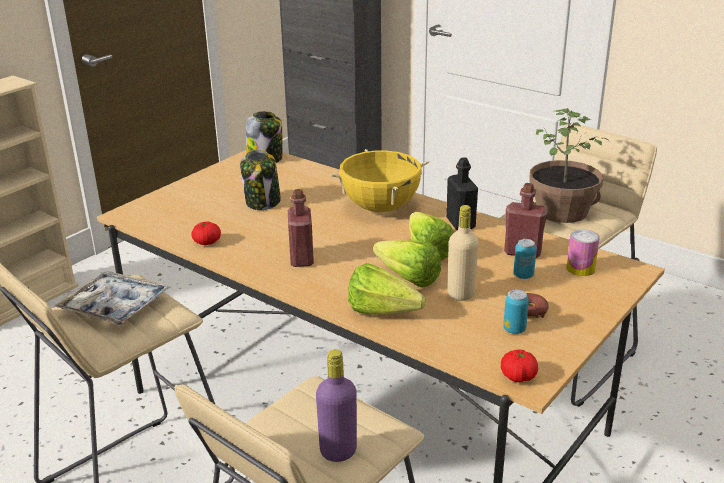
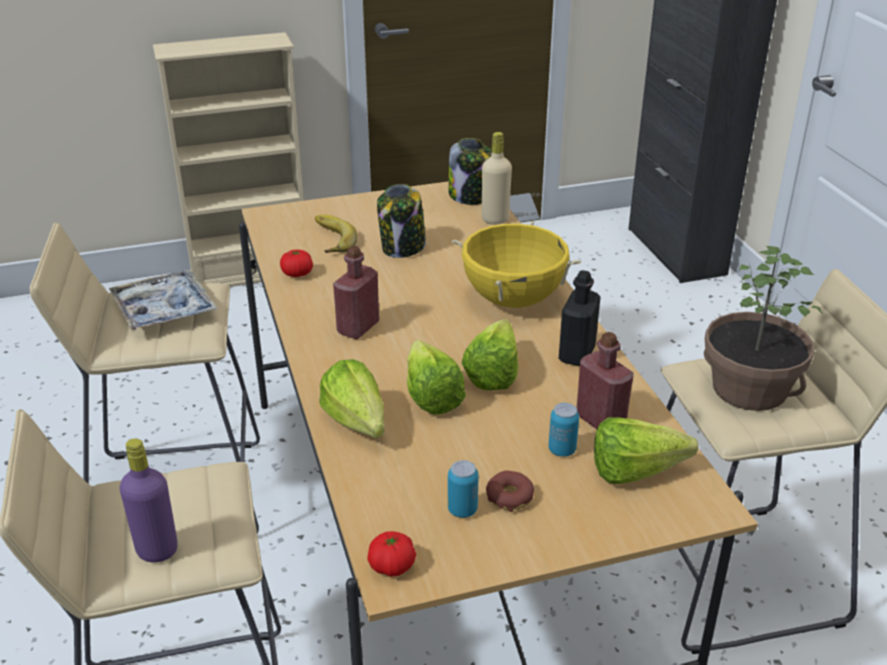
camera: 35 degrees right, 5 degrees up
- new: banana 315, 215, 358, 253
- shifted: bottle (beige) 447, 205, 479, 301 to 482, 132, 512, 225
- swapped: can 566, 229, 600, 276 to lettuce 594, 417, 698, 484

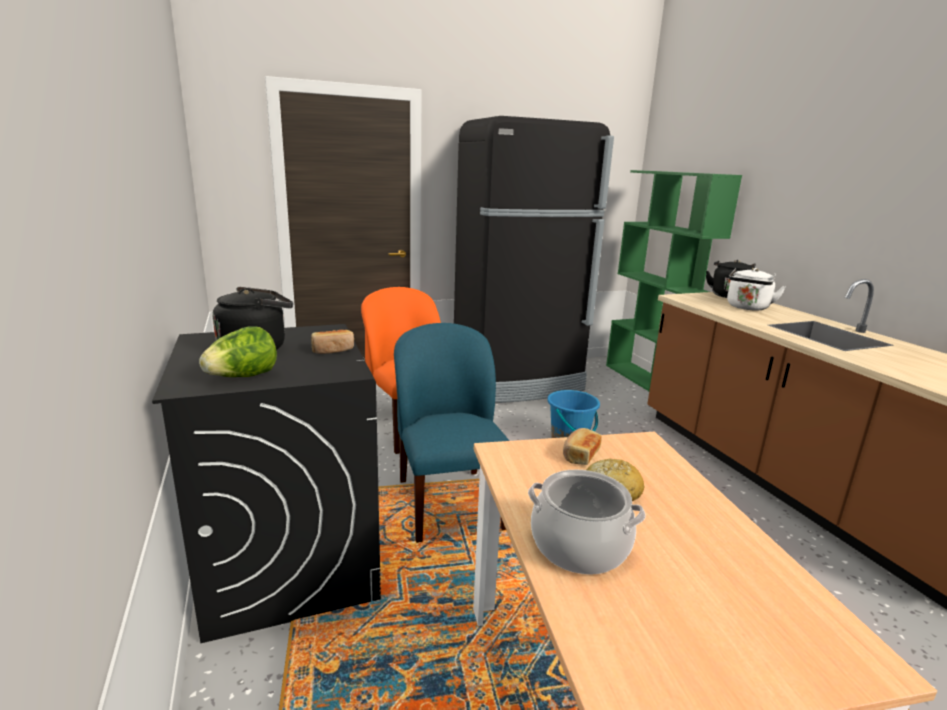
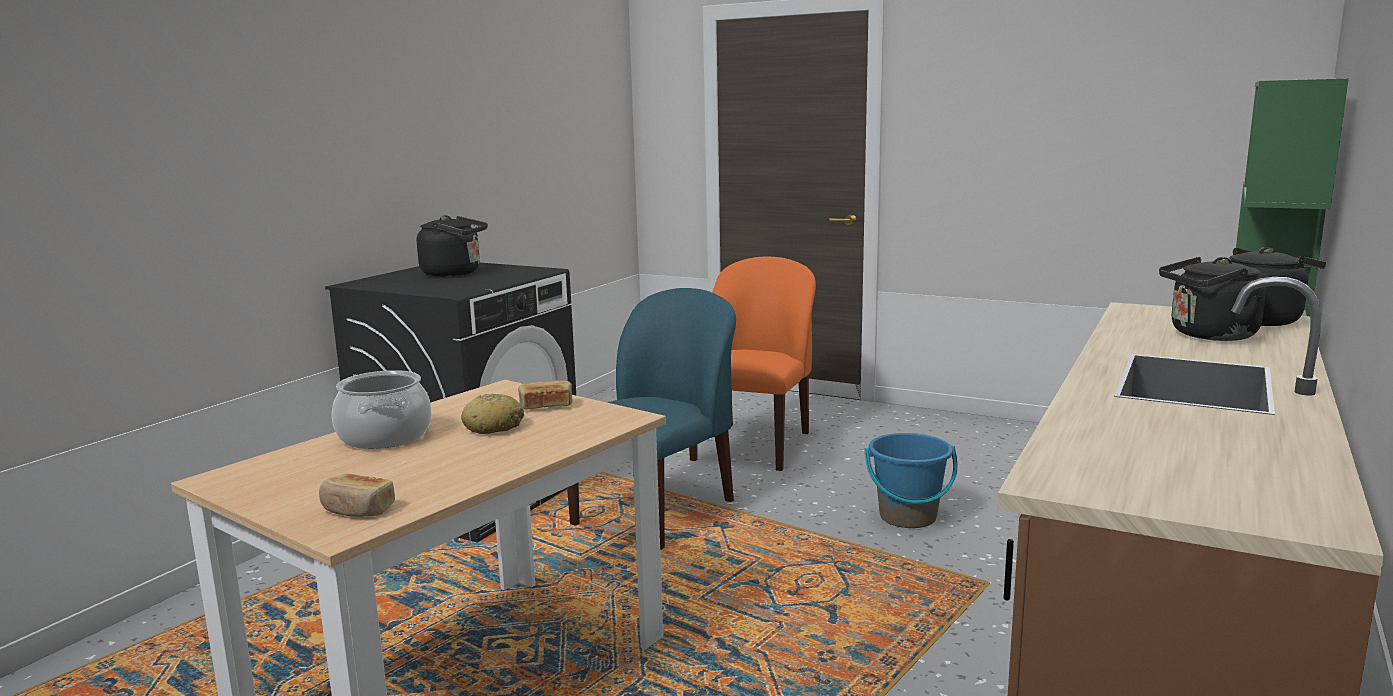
camera: 50 degrees right, 5 degrees down
- shifted: bread 311, 330, 354, 354 to 319, 473, 395, 517
- repainted: kettle (white) 727, 268, 785, 310 to kettle (black) 1159, 257, 1266, 341
- gone: lettuce 199, 326, 277, 377
- gone: fridge (black) 454, 116, 614, 403

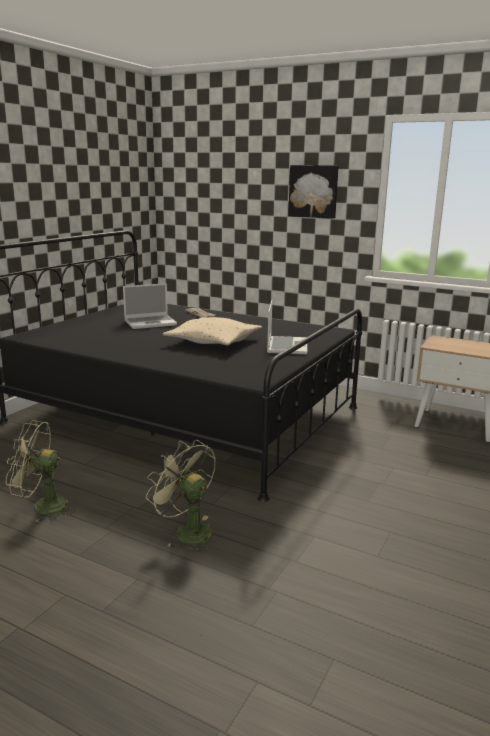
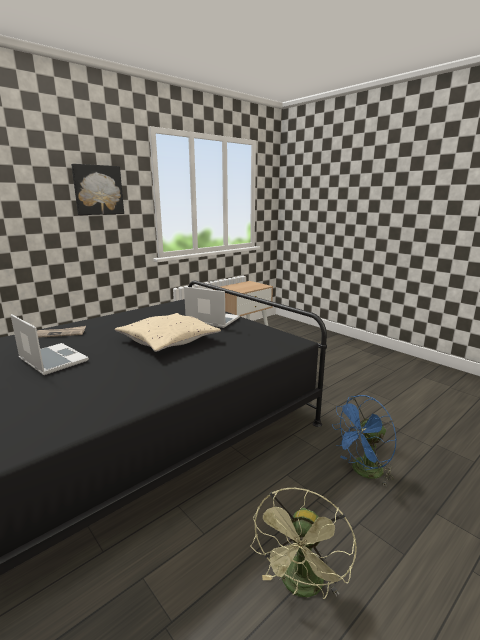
camera: 70 degrees left, 0 degrees up
- rotated: laptop 123, 283, 177, 329 = 11, 314, 89, 375 45 degrees counterclockwise
- repainted: fan (green) 146, 440, 216, 552 to fan (blue) 332, 395, 397, 485

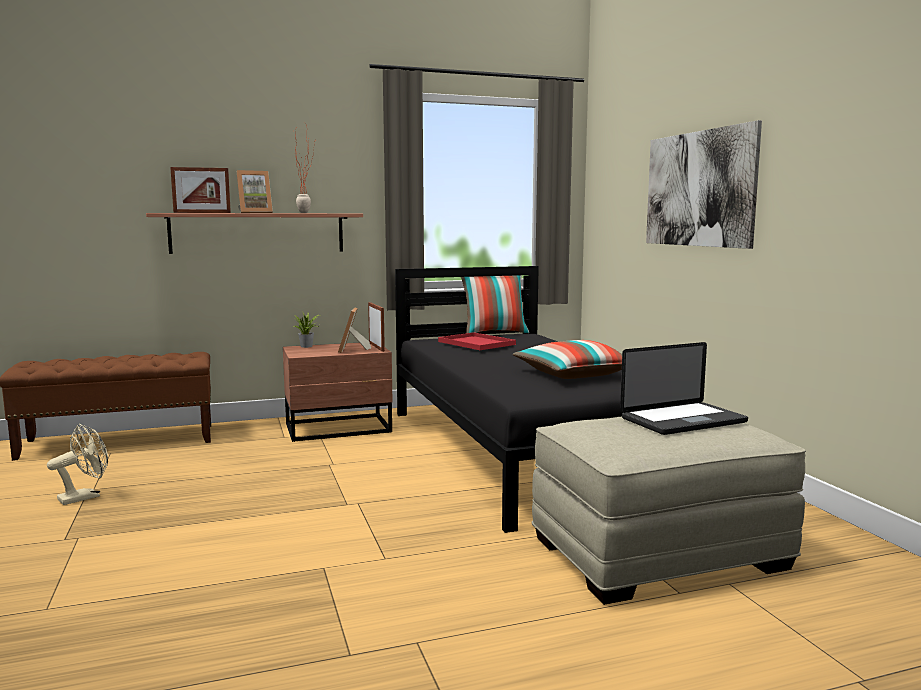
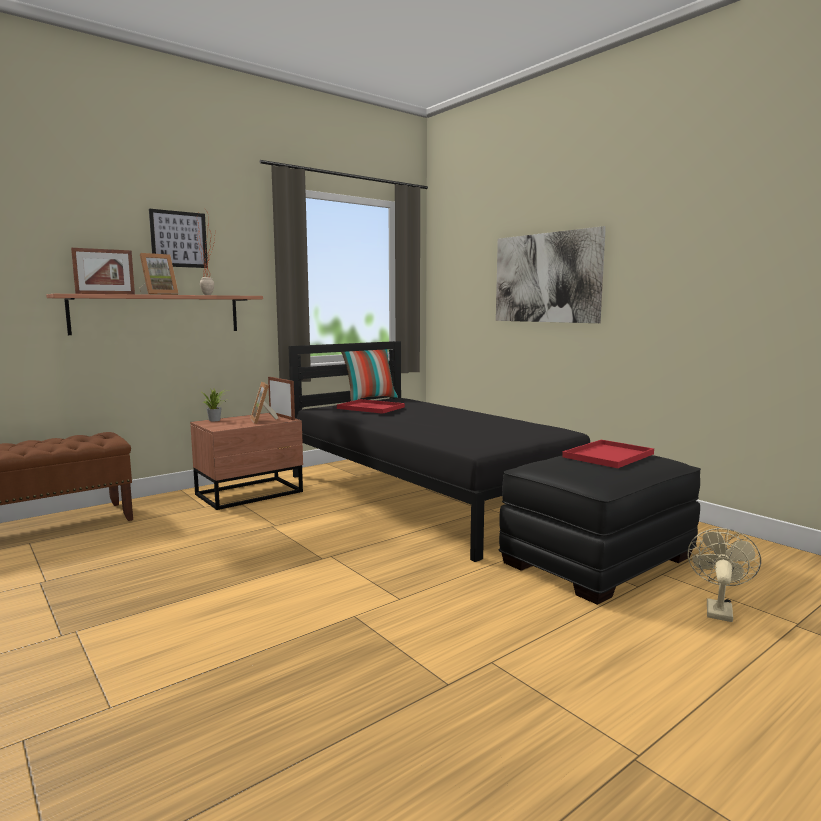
camera: 20 degrees left, 0 degrees up
- new: picture 149, 209, 208, 268
- repainted: ottoman (beige) 531, 417, 806, 605 to ottoman (black) 499, 455, 701, 605
- swapped: laptop 620, 342, 748, 435 to tray (red) 562, 440, 654, 468
- shifted: fan (beige) 47, 424, 108, 505 to 687, 528, 761, 622
- gone: pillow 513, 340, 622, 379

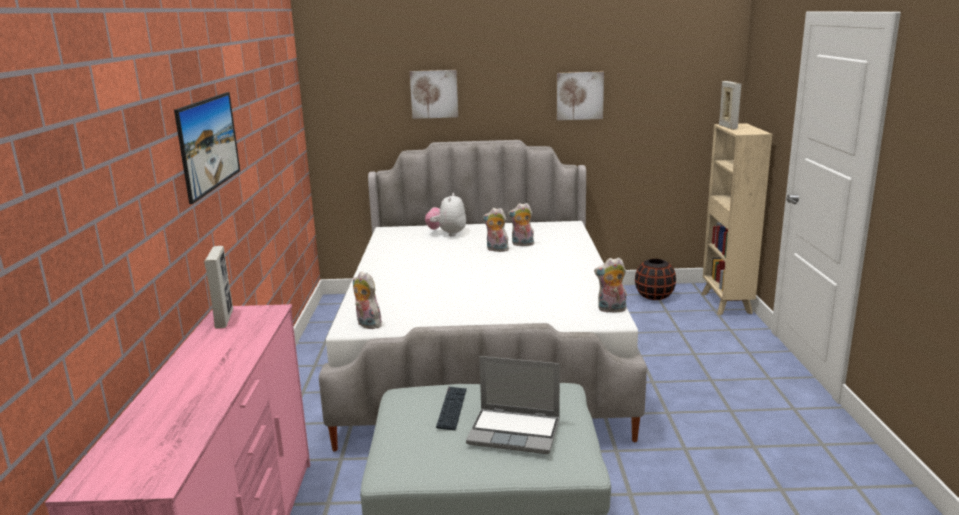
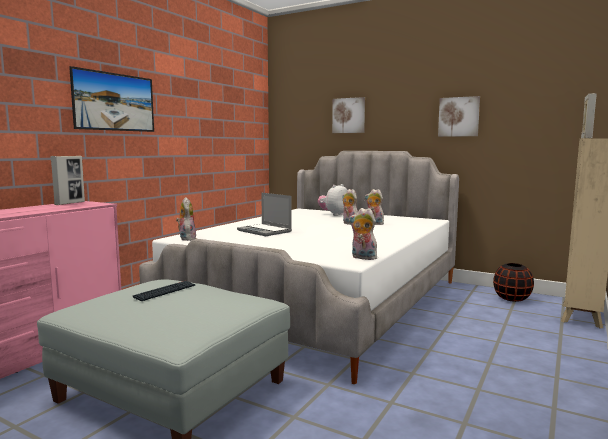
camera: 30 degrees right, 10 degrees down
- shifted: laptop 466, 356, 560, 454 to 237, 193, 292, 236

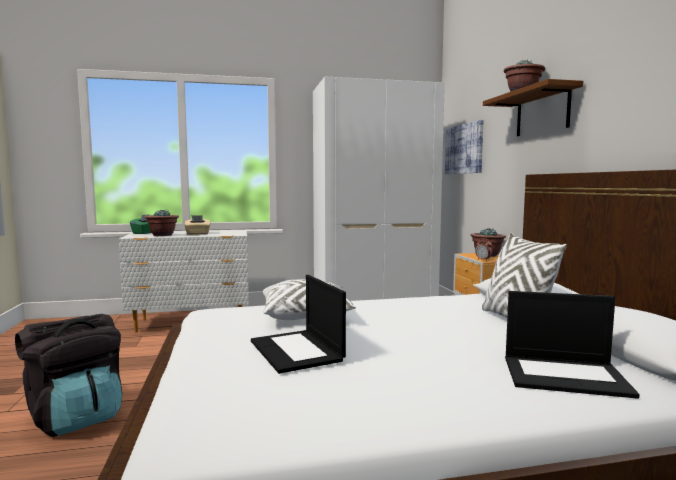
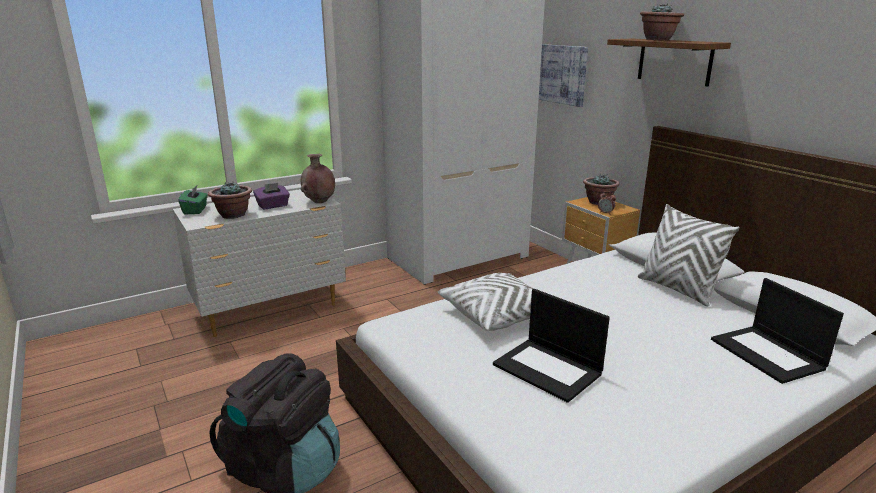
camera: 20 degrees left, 15 degrees up
- repainted: tissue box (beige) 184, 215, 211, 235 to tissue box (purple) 253, 183, 290, 210
- new: vase (brown) 301, 154, 335, 203
- rotated: laptop 505, 291, 640, 399 = 711, 278, 844, 384 75 degrees clockwise

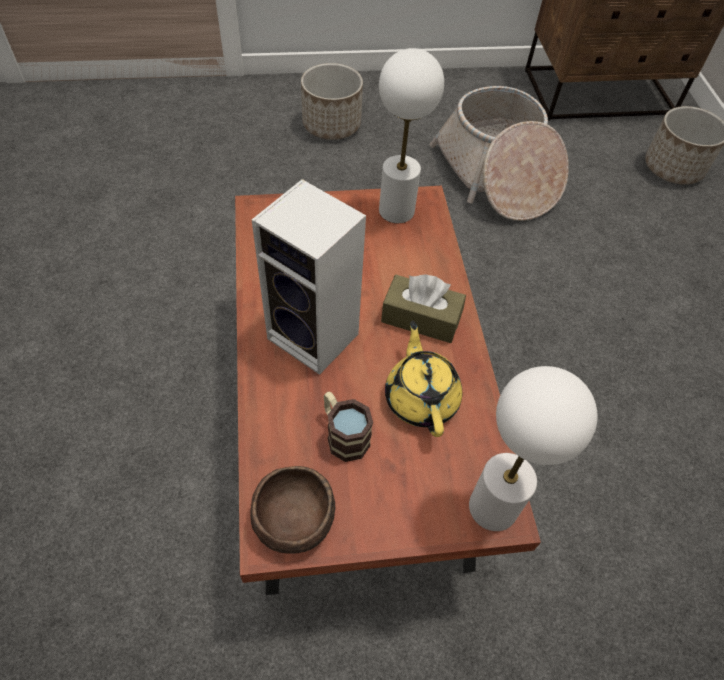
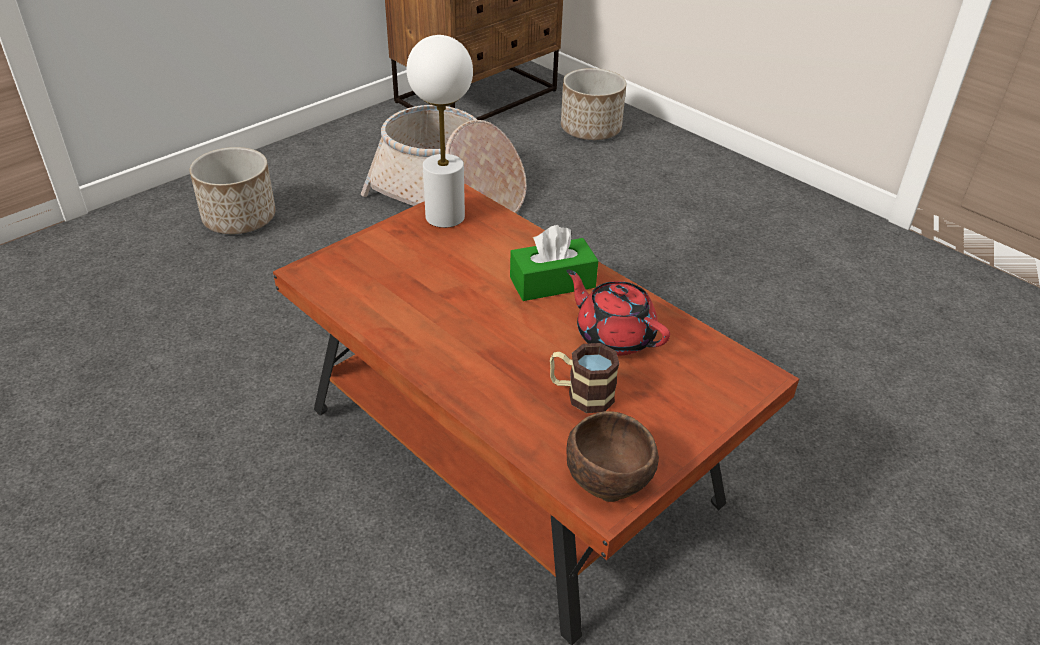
camera: 35 degrees left, 15 degrees down
- repainted: tissue box (brown) 381, 274, 466, 343 to tissue box (green) 510, 225, 598, 301
- repainted: teapot (yellow) 385, 321, 462, 437 to teapot (red) 566, 269, 670, 356
- gone: speaker 252, 179, 366, 375
- gone: table lamp (white) 469, 366, 597, 531

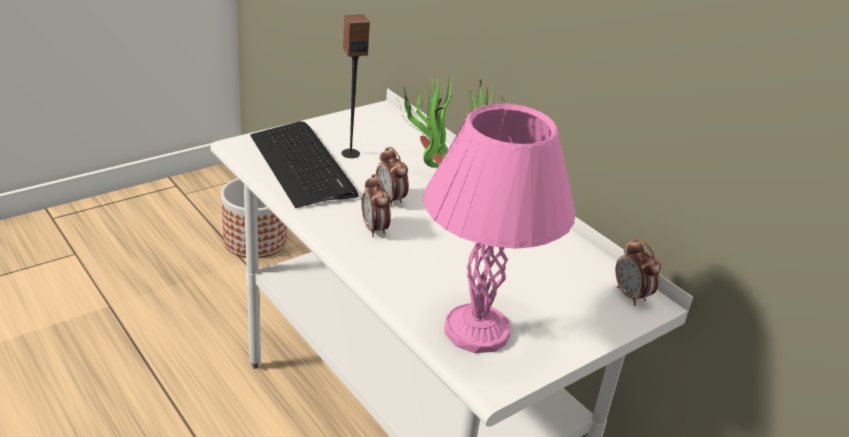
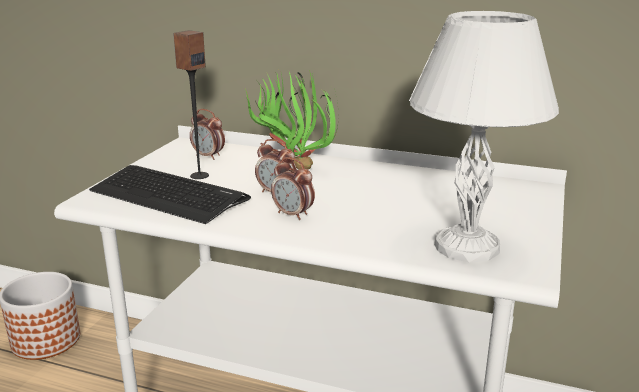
camera: 30 degrees left, 10 degrees down
- shifted: alarm clock 615, 239, 661, 305 to 190, 109, 225, 160
- repainted: table lamp (pink) 424, 103, 576, 353 to table lamp (white) 409, 11, 559, 263

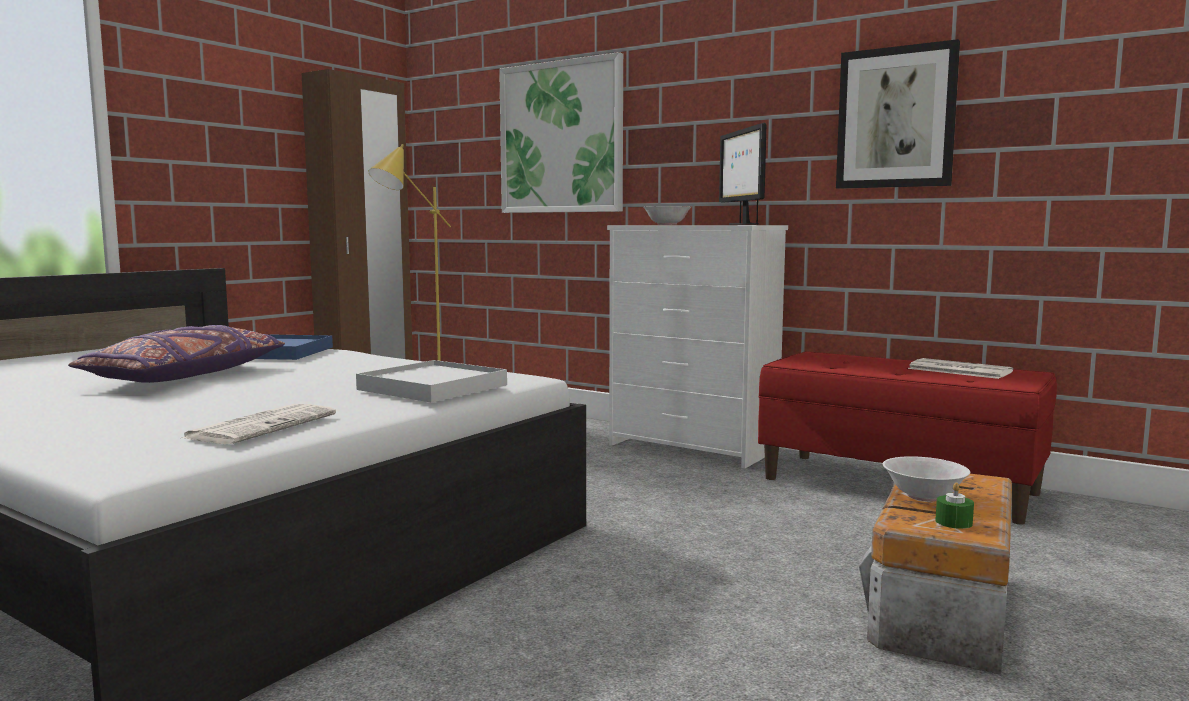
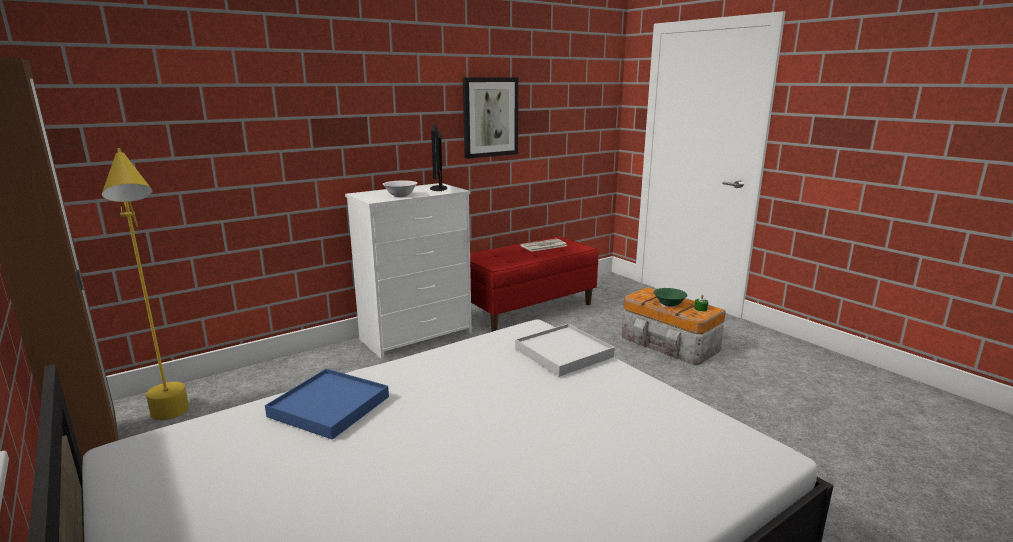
camera: 70 degrees left, 10 degrees up
- rotated: monitor 719, 123, 766, 225 = 430, 124, 447, 191 75 degrees clockwise
- repainted: bowl (white) 883, 456, 970, 501 to bowl (green) 653, 288, 688, 307
- gone: pillow (purple) 68, 325, 285, 383
- gone: newspaper 182, 404, 336, 444
- gone: picture 499, 52, 623, 213

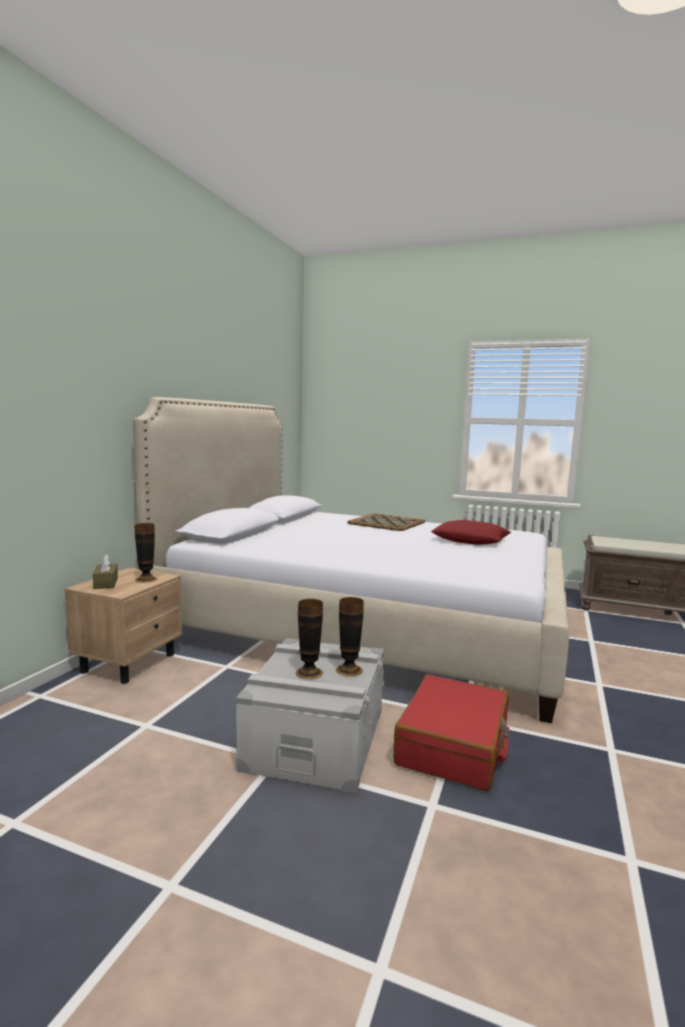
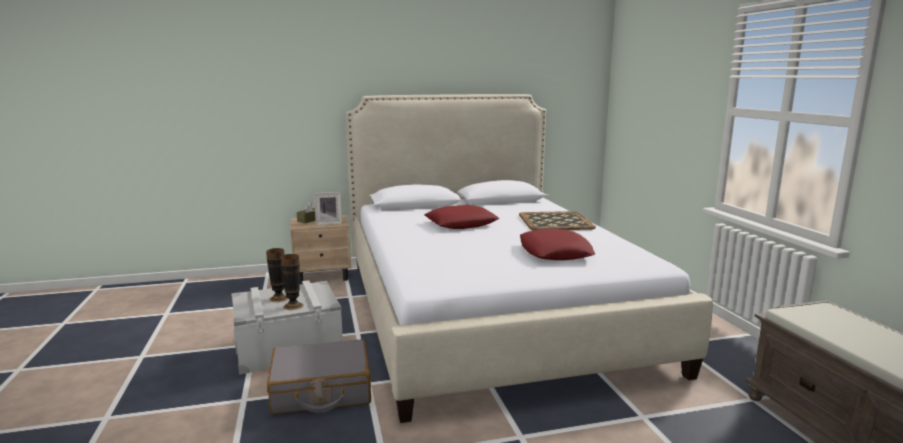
camera: 55 degrees right, 5 degrees up
- repainted: suitcase (red) 393, 674, 509, 791 to suitcase (grey) 267, 339, 371, 414
- swapped: vase 135, 523, 157, 583 to picture frame 314, 192, 342, 225
- new: pillow (red) 424, 205, 499, 229

